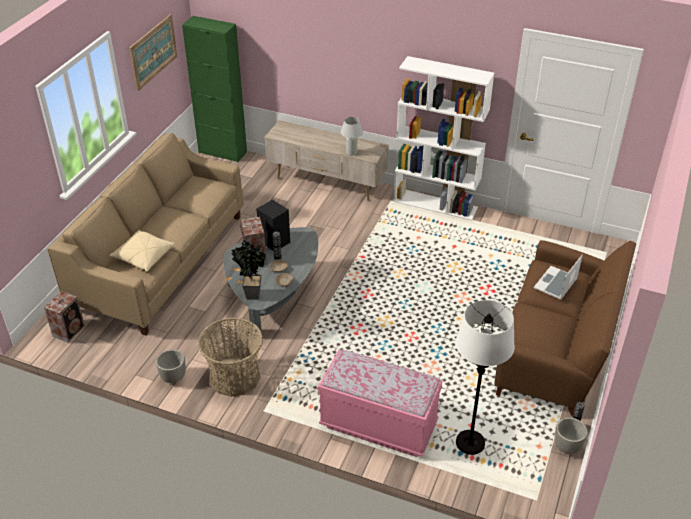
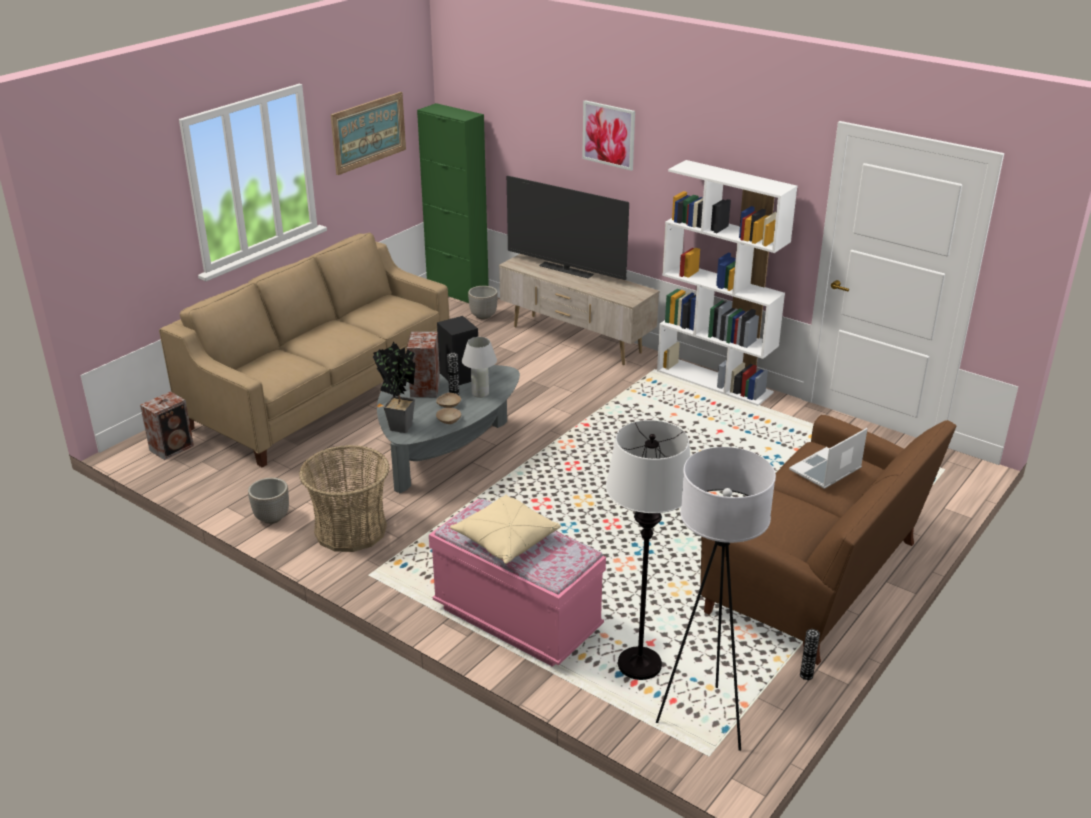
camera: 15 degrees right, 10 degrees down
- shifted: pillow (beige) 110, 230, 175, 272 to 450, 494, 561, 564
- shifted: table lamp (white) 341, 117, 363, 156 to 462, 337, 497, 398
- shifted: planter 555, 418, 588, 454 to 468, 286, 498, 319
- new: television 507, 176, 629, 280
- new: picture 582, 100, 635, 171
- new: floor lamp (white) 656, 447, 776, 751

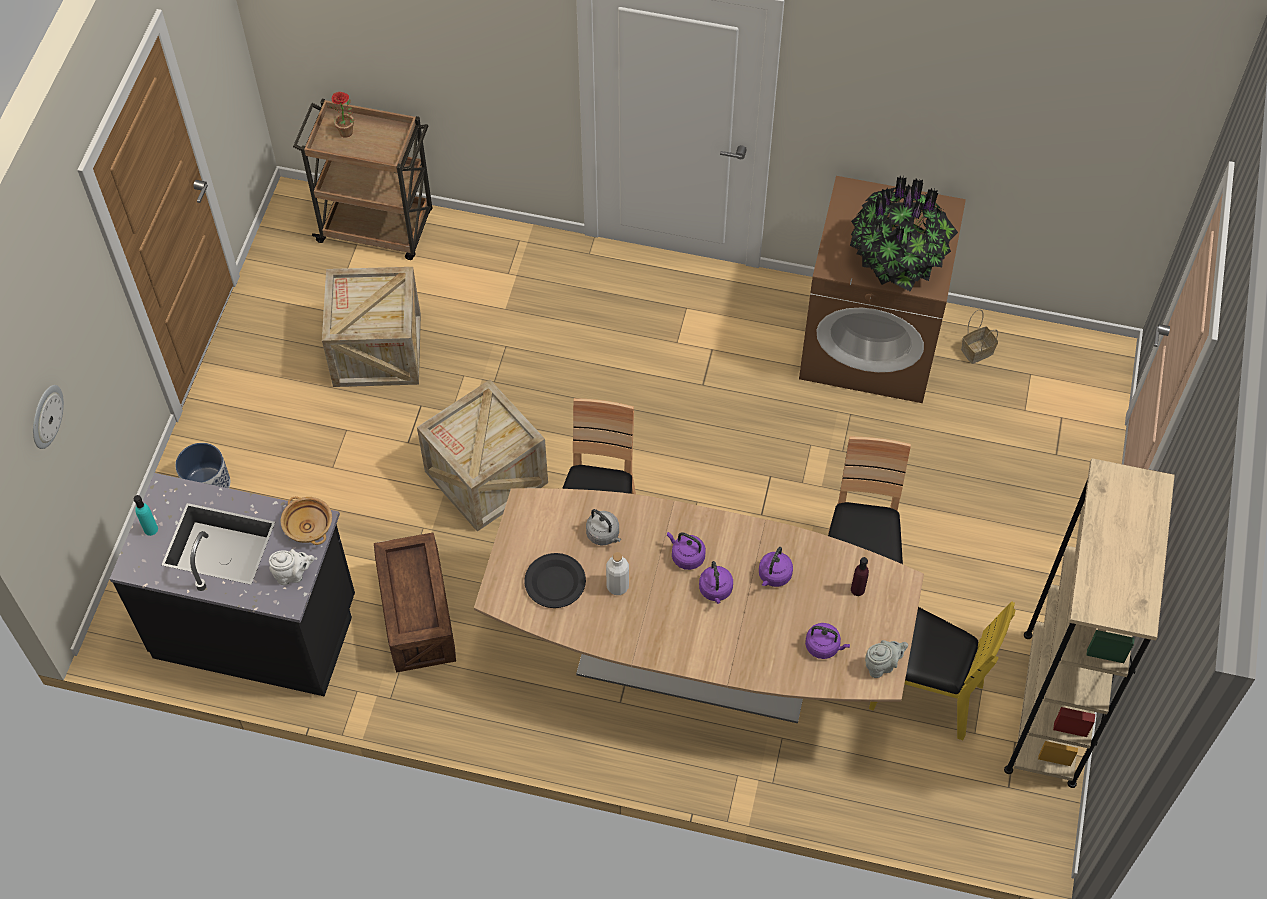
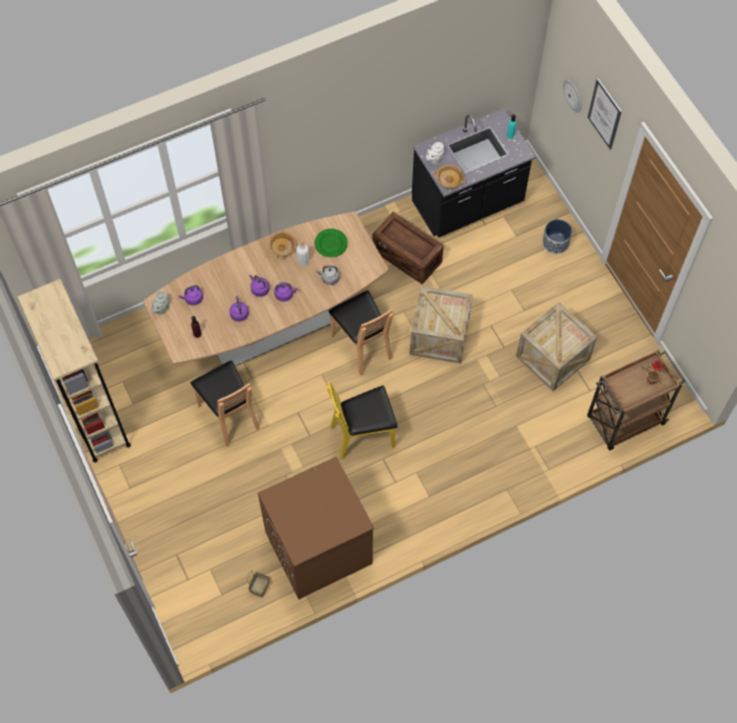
camera: 140 degrees right, 5 degrees up
- new: bowl (beige) 268, 230, 296, 259
- repainted: plate (black) 524, 553, 586, 608 to plate (green) 315, 229, 348, 257
- shifted: chair (yellow) 869, 601, 1015, 740 to 327, 382, 398, 460
- new: picture 588, 78, 622, 150
- gone: potted plant 850, 176, 958, 291

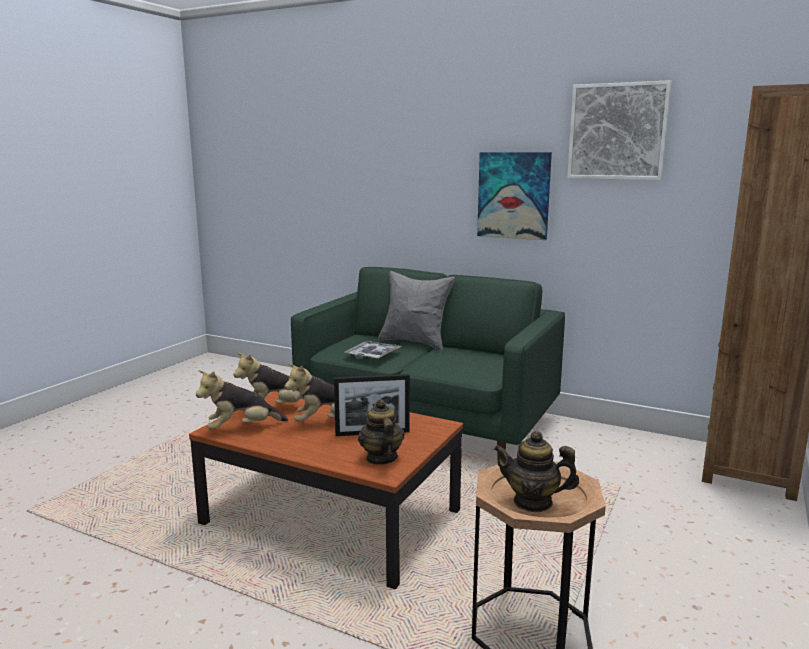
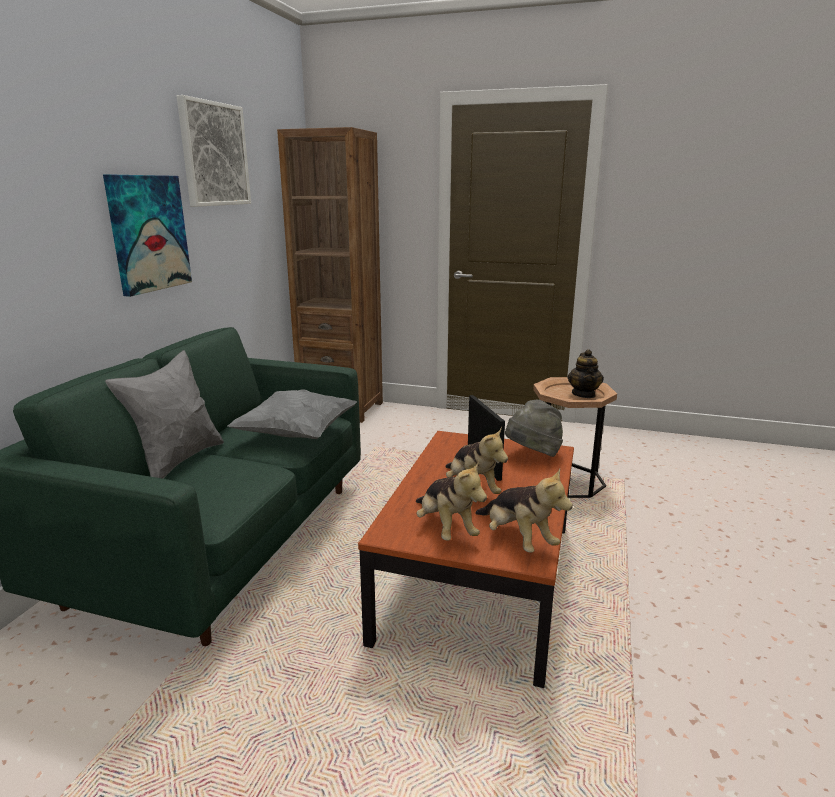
camera: 100 degrees left, 5 degrees up
- new: pillow (grey) 227, 389, 357, 439
- swapped: teapot 358, 399, 405, 465 to hat (grey) 505, 400, 563, 457
- gone: tray 344, 341, 402, 359

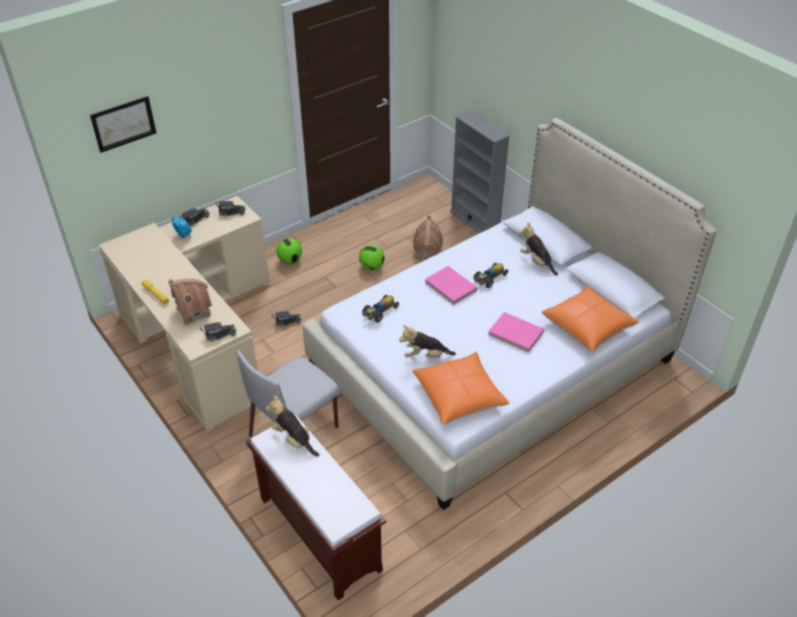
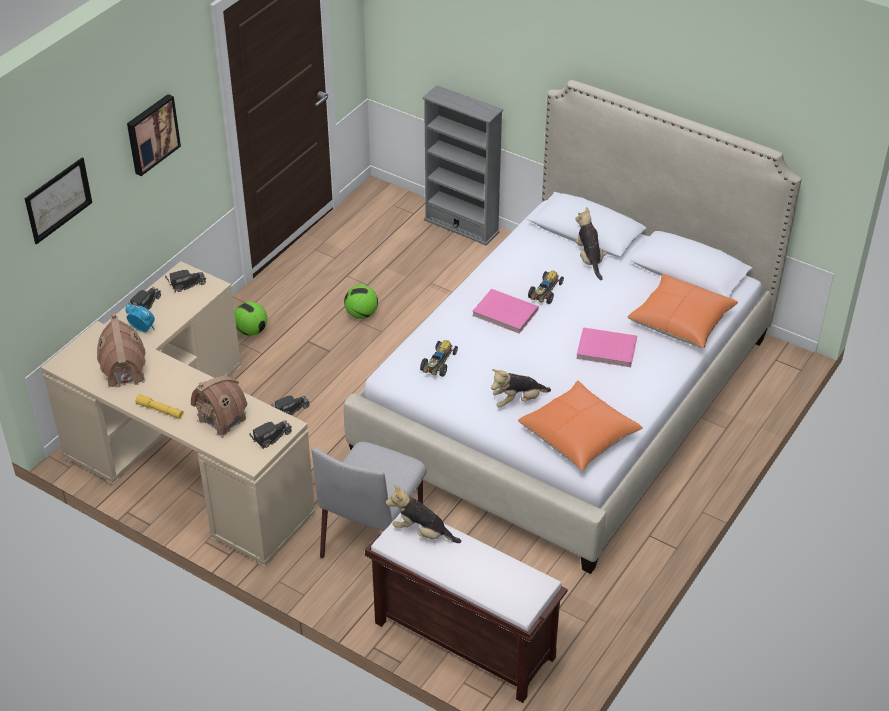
camera: 20 degrees left, 0 degrees up
- shifted: toy house 413, 215, 443, 261 to 97, 313, 146, 389
- new: picture 127, 94, 181, 176
- rotated: plush toy 519, 222, 558, 275 = 575, 207, 607, 280 45 degrees clockwise

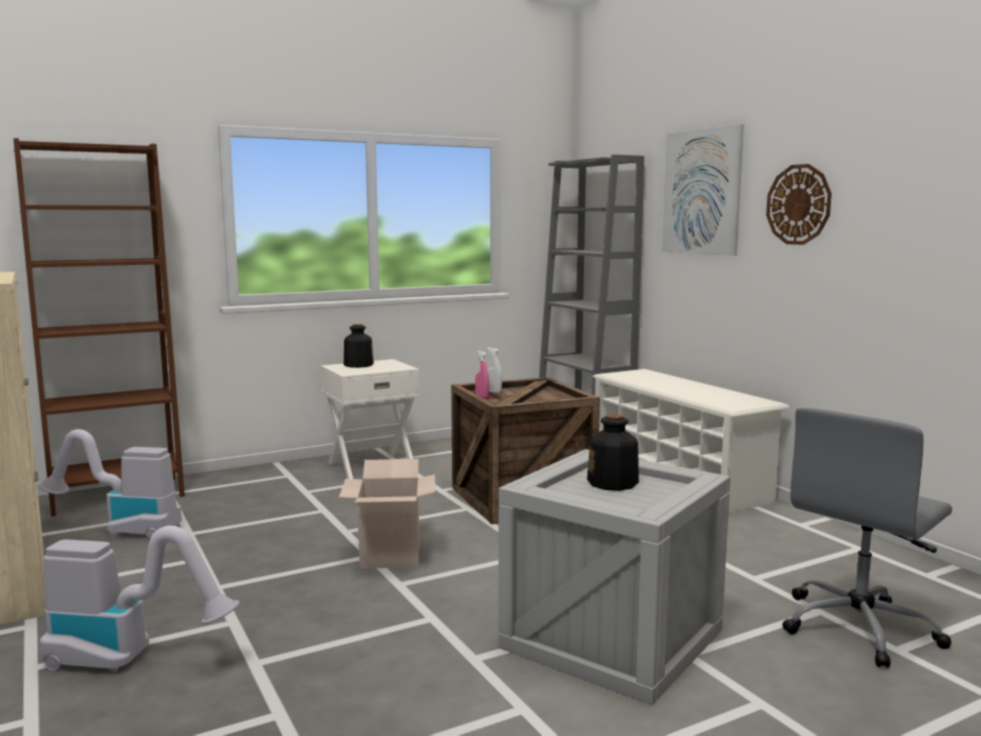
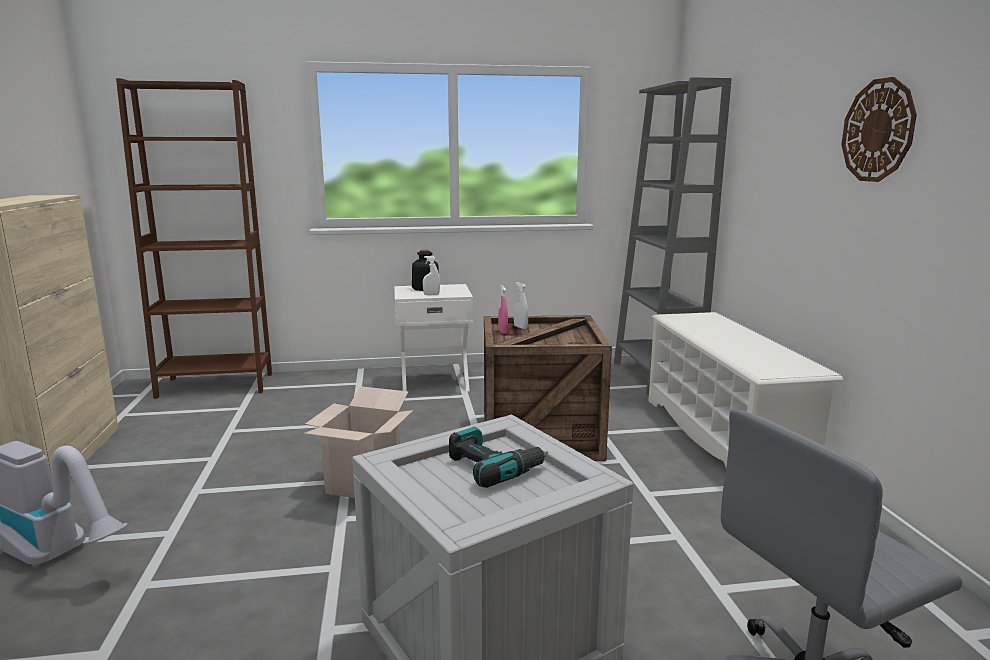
camera: 20 degrees right, 5 degrees up
- new: spray bottle (white) 423, 256, 440, 295
- swapped: bottle 587, 414, 639, 491 to power drill 449, 427, 548, 488
- gone: vacuum cleaner 39, 429, 182, 539
- gone: picture 662, 124, 744, 256

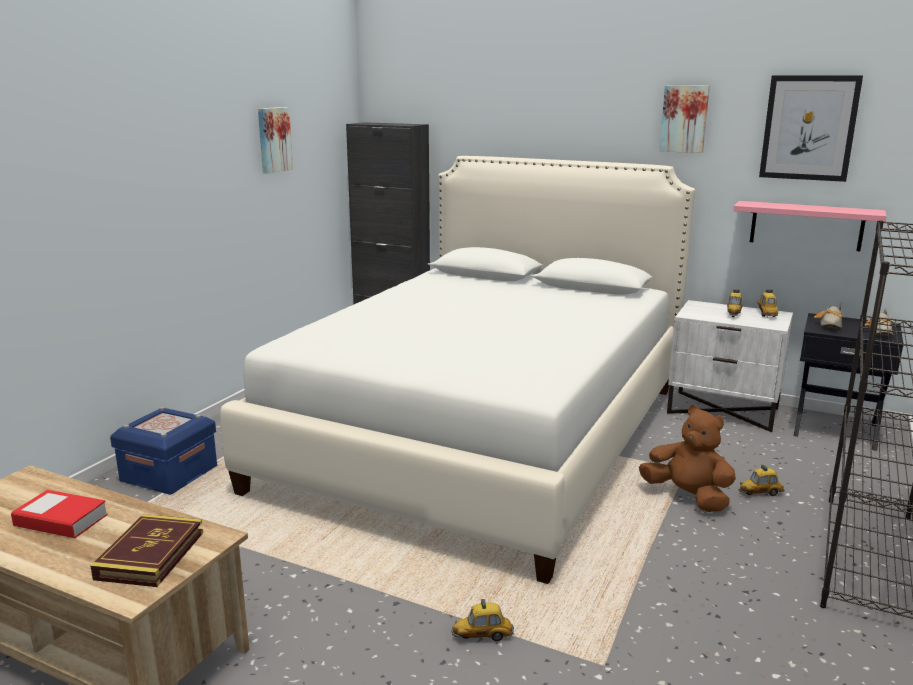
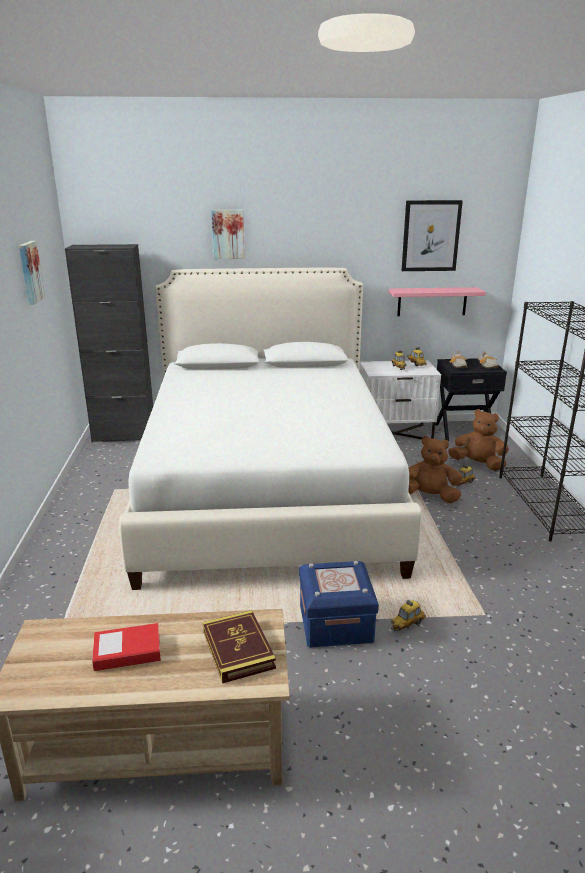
camera: 30 degrees left, 5 degrees up
- shifted: picture 659, 85, 710, 153 to 211, 210, 245, 259
- shifted: storage box (blue) 110, 407, 217, 495 to 299, 561, 379, 647
- new: plush toy (brown) 448, 409, 509, 471

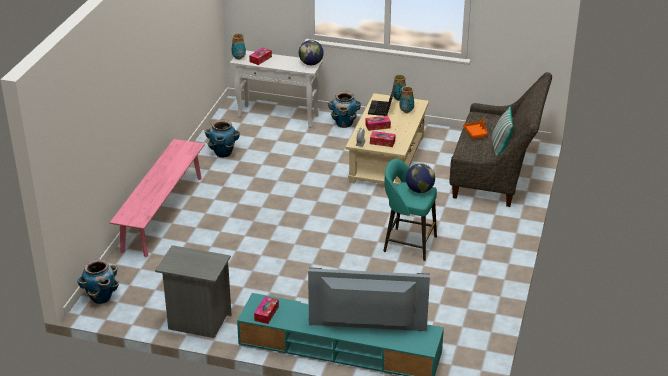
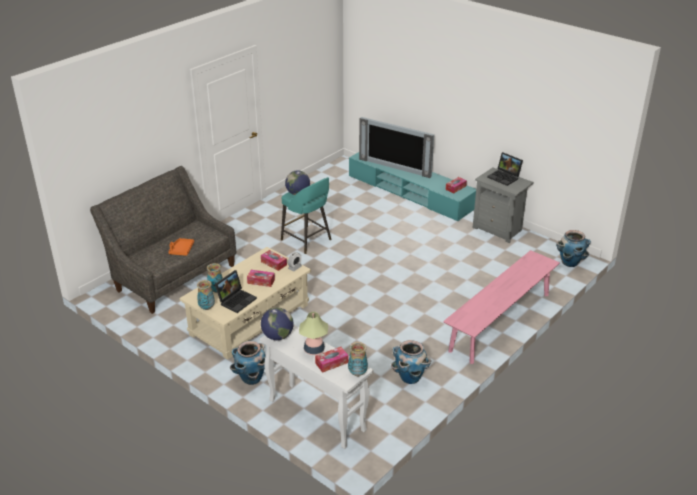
camera: 155 degrees left, 0 degrees up
- new: table lamp 299, 312, 328, 355
- new: laptop 487, 152, 523, 186
- gone: pillow 492, 106, 513, 156

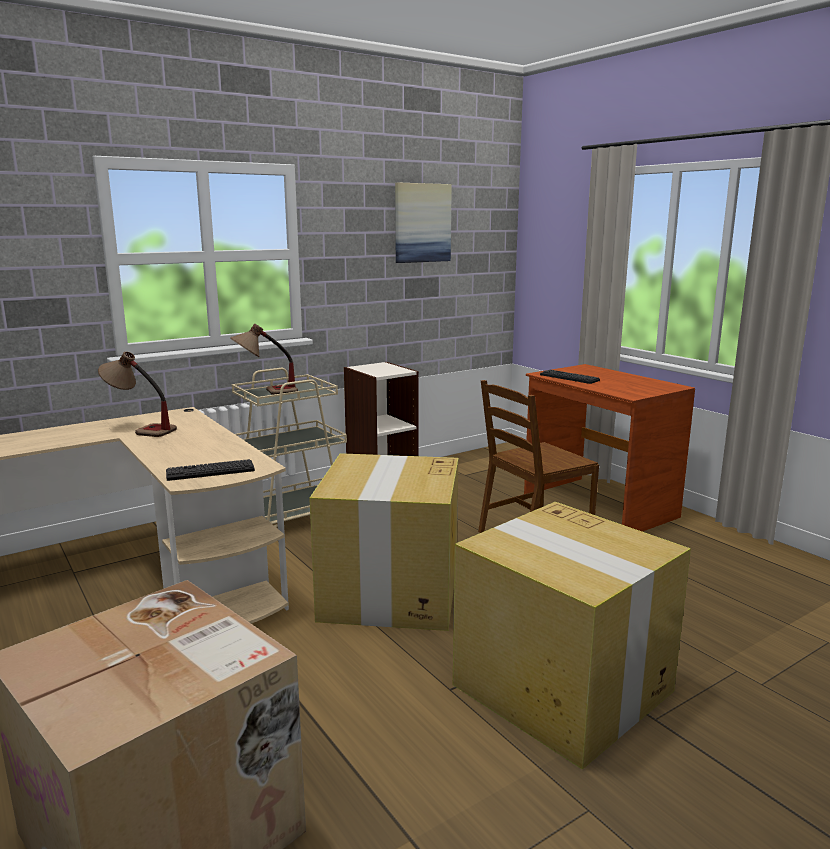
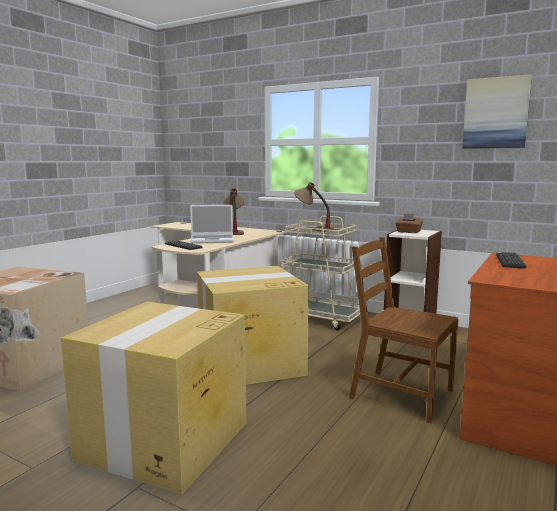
camera: 65 degrees right, 5 degrees down
- new: laptop 190, 205, 234, 244
- new: tissue box (brown) 395, 214, 423, 233

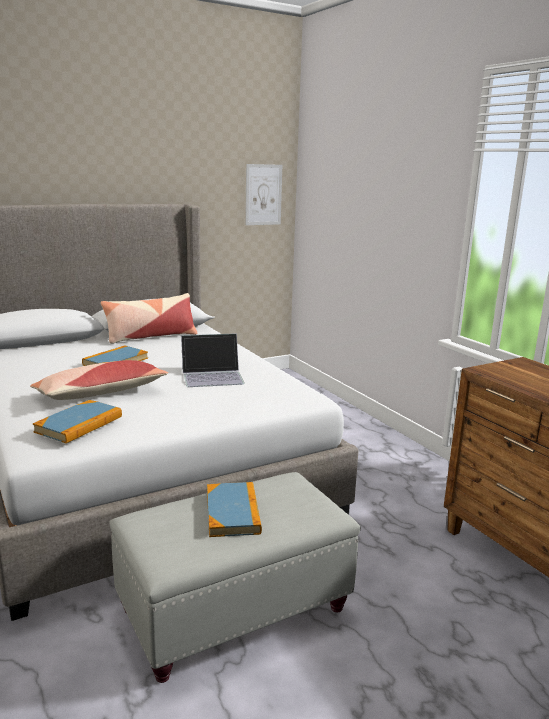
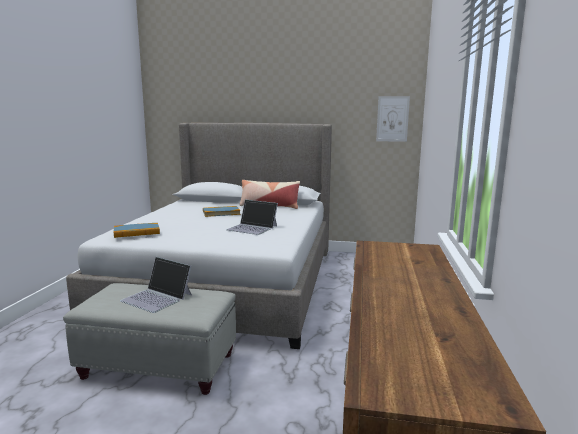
camera: 40 degrees right, 5 degrees down
- swapped: book 207, 482, 262, 537 to laptop 120, 257, 192, 313
- gone: pillow 30, 360, 168, 400

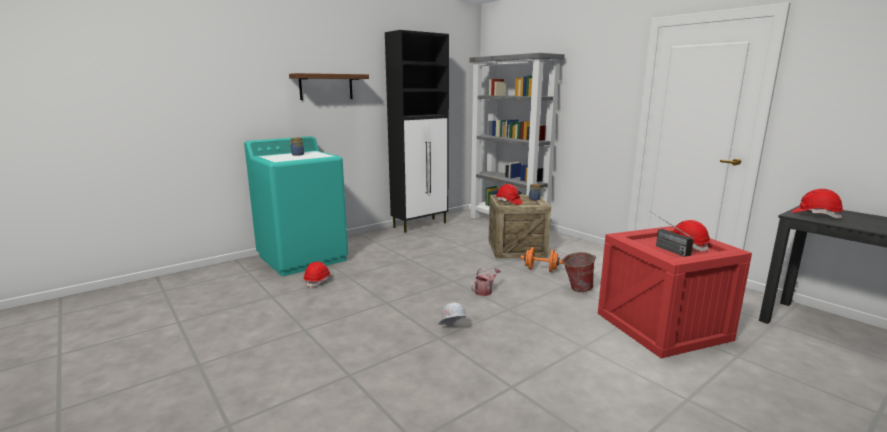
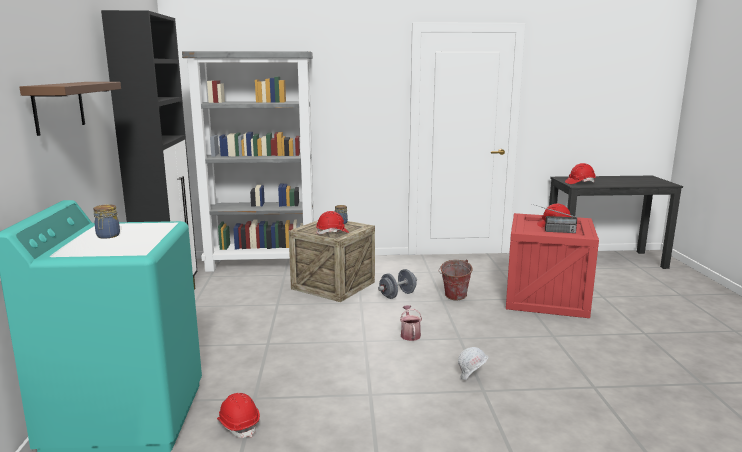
camera: 55 degrees left, 0 degrees up
- repainted: dumbbell (orange) 520, 247, 563, 272 to dumbbell (grey) 378, 269, 417, 299

